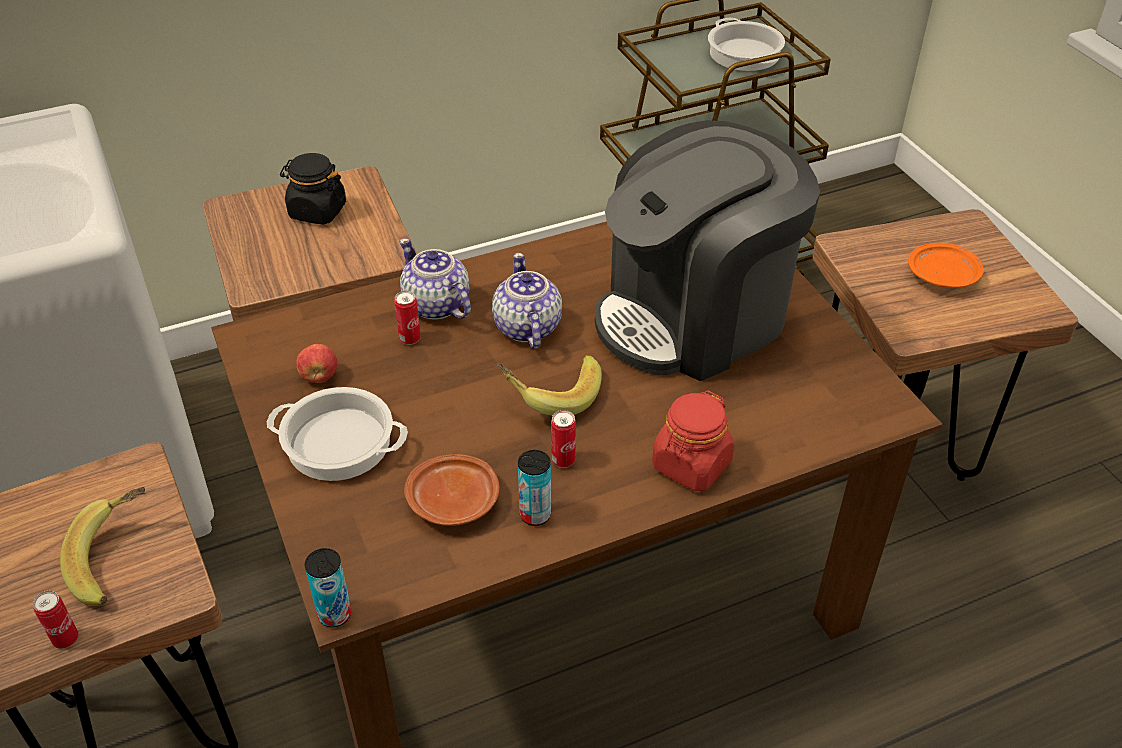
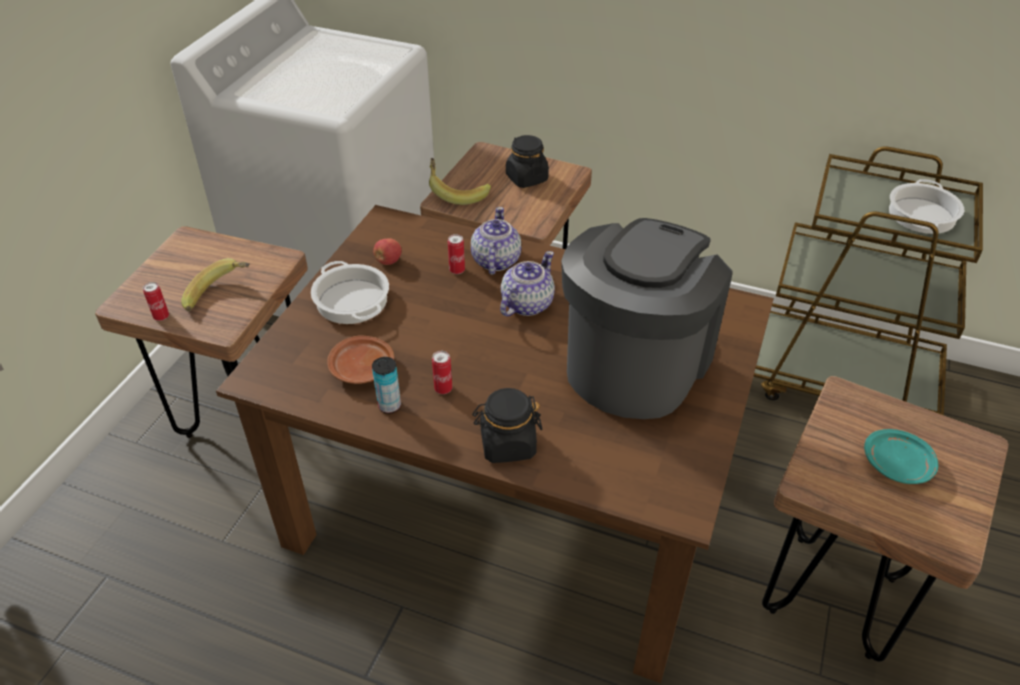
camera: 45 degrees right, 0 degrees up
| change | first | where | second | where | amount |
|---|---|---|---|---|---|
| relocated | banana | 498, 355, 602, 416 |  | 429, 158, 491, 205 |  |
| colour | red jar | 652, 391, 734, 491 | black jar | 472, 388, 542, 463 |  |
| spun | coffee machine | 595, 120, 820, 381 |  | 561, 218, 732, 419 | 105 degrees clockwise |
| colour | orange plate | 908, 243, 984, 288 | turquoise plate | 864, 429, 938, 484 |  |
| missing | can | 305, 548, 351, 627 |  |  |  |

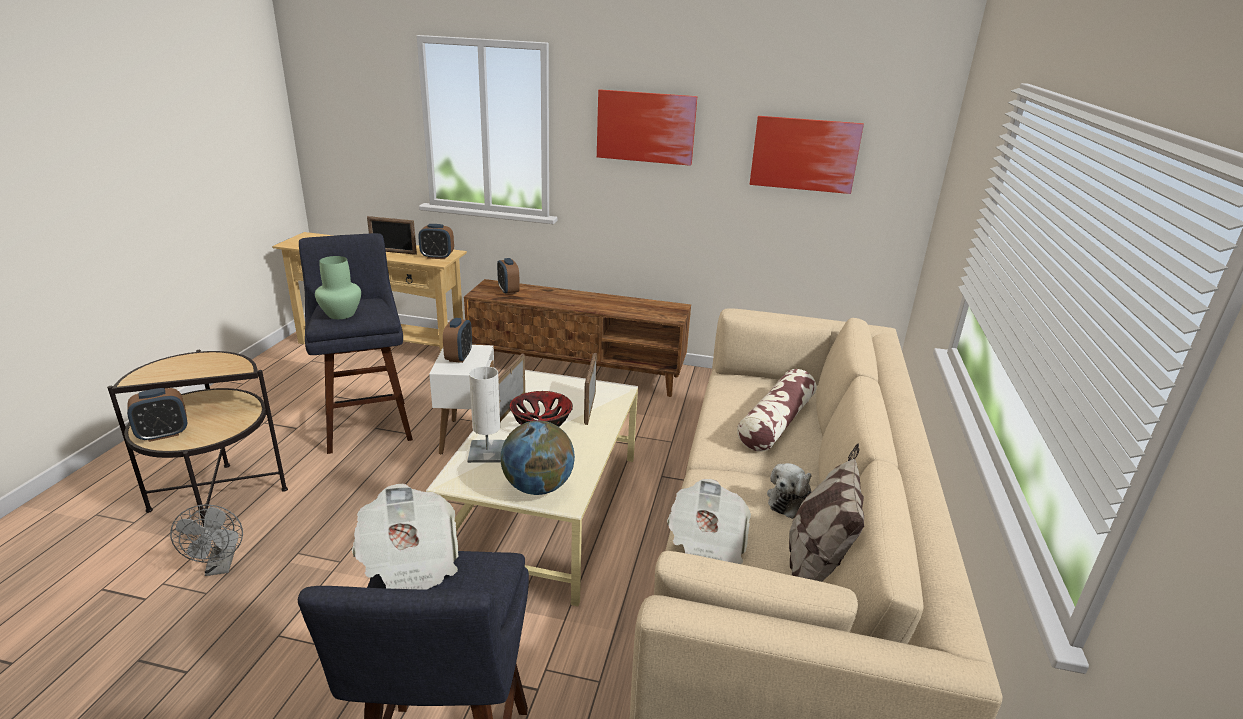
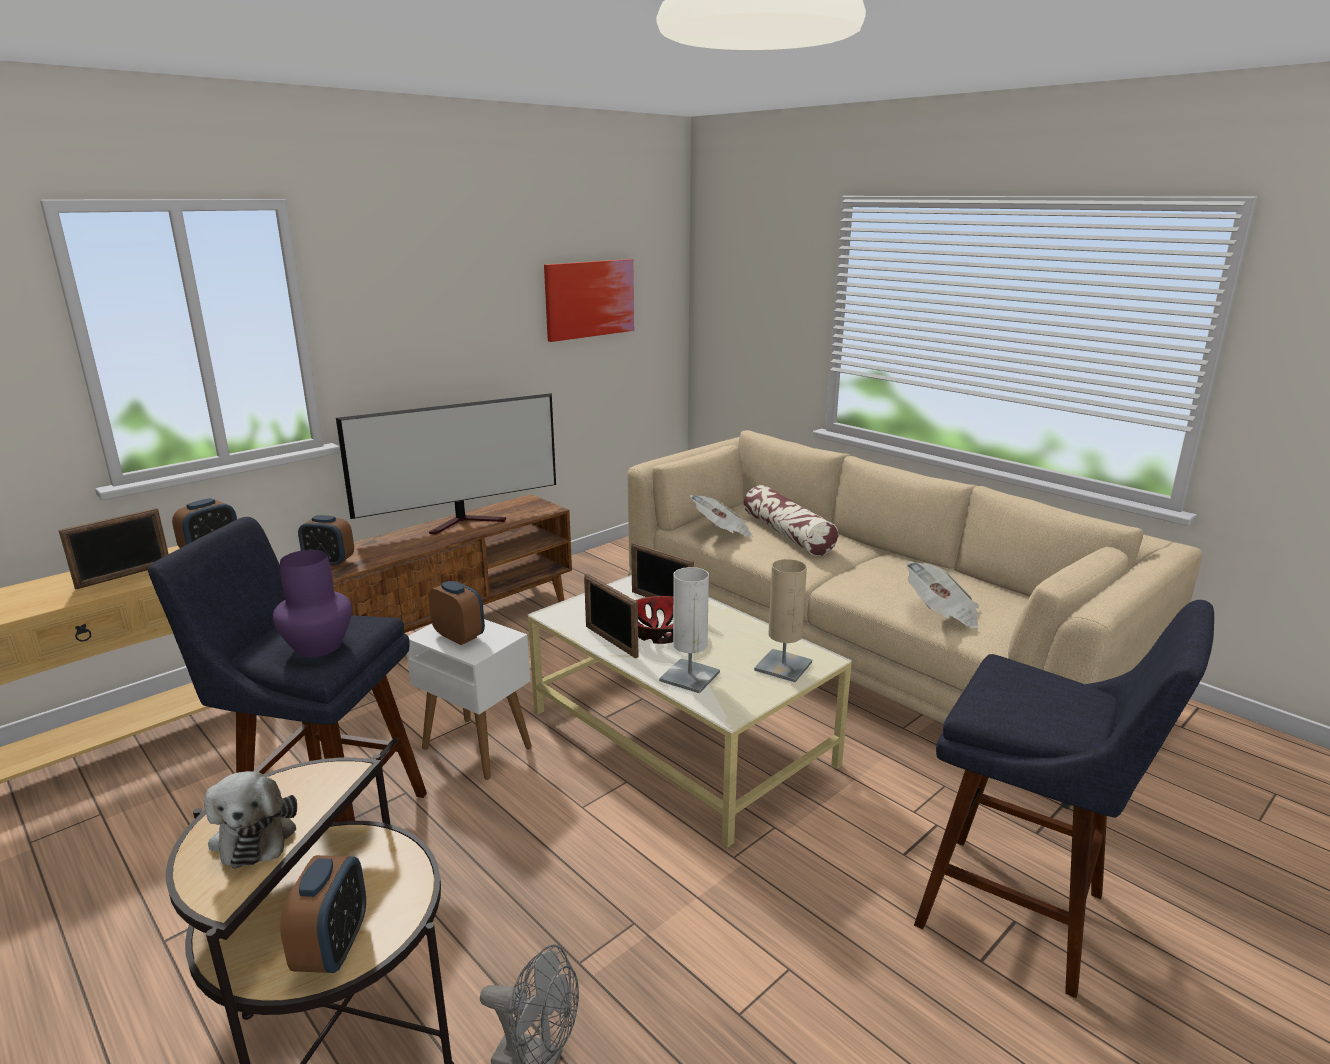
camera: 55 degrees left, 5 degrees down
| change | first | where | second | where | amount |
|---|---|---|---|---|---|
| relocated | plush toy | 767, 463, 812, 519 |  | 204, 771, 297, 868 |  |
| colour | green vase | 315, 256, 361, 319 | purple vase | 273, 550, 352, 657 |  |
| appeared |  |  | television | 336, 393, 556, 535 |  |
| relocated | newspaper | 352, 484, 458, 590 |  | 690, 495, 753, 537 |  |
| exchanged | globe | 501, 421, 575, 495 | beige table lamp | 754, 559, 812, 682 |  |
| missing | picture | 597, 89, 697, 166 |  |  |  |
| missing | pillow | 789, 444, 864, 582 |  |  |  |

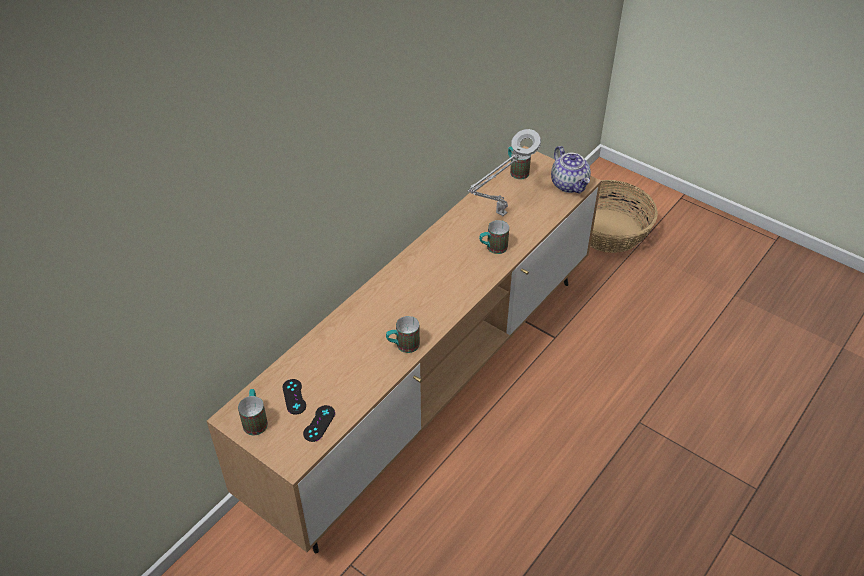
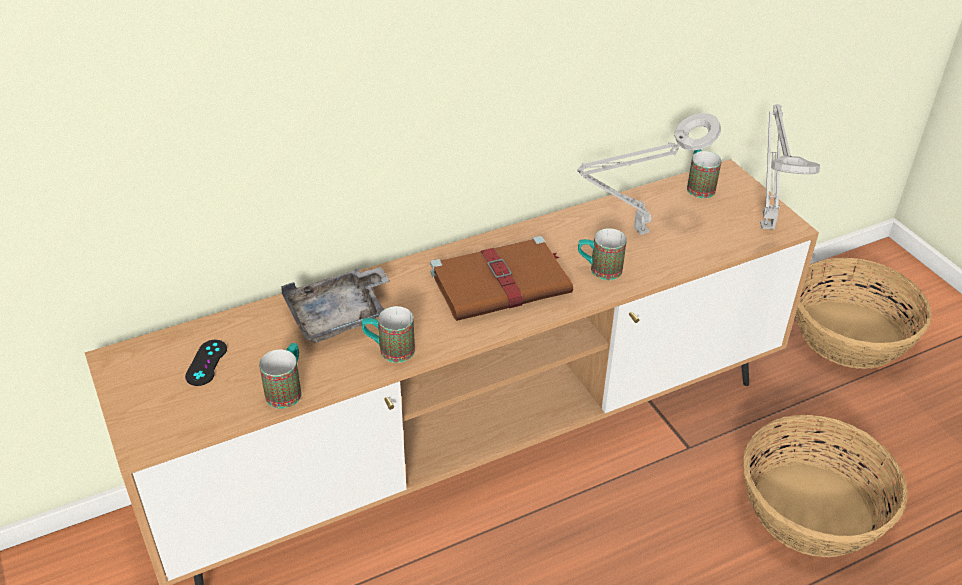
camera: 25 degrees right, 5 degrees down
| change | first | where | second | where | amount |
|---|---|---|---|---|---|
| relocated | mug | 238, 389, 268, 435 |  | 259, 343, 301, 409 |  |
| appeared |  |  | grey tray | 281, 267, 390, 343 |  |
| appeared |  |  | brown book | 430, 236, 573, 321 |  |
| appeared |  |  | basket | 743, 415, 907, 557 |  |
| exchanged | teapot | 551, 146, 591, 194 | grey table lamp | 760, 104, 820, 229 |  |
| missing | black game controller | 303, 405, 335, 442 |  |  |  |

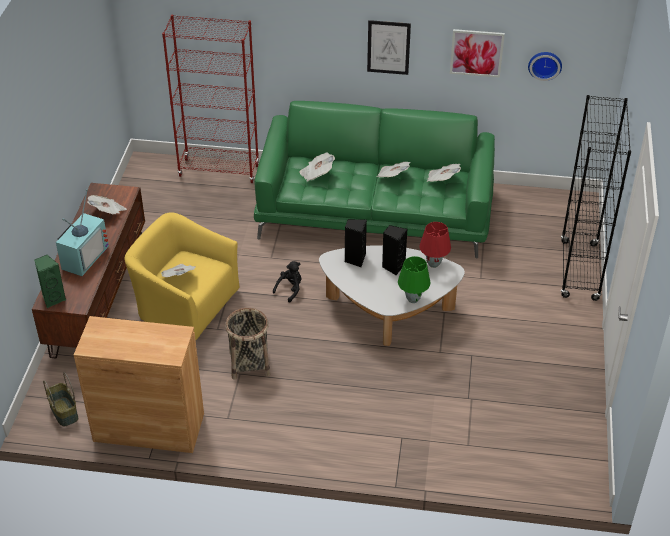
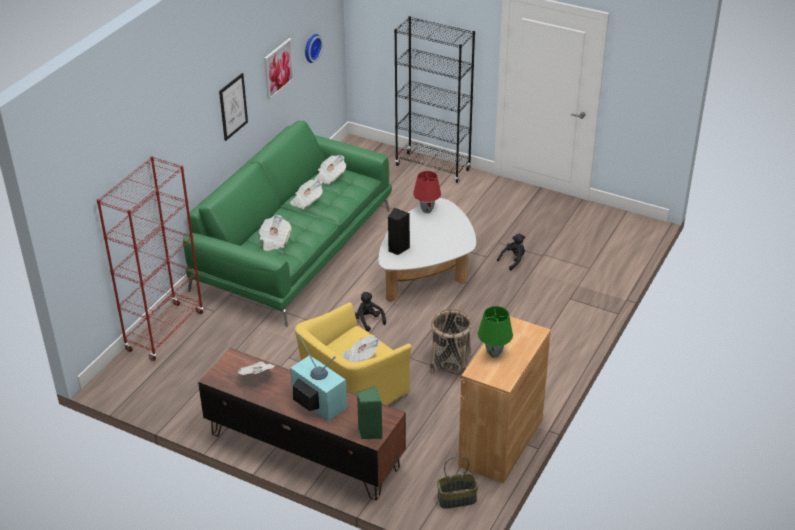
camera: 70 degrees left, 5 degrees down
| change | first | where | second | where | amount |
|---|---|---|---|---|---|
| relocated | green table lamp | 398, 256, 431, 303 |  | 478, 306, 513, 358 |  |
| appeared |  |  | black plush toy | 497, 234, 525, 271 |  |
| missing | black speaker | 382, 225, 407, 276 |  |  |  |

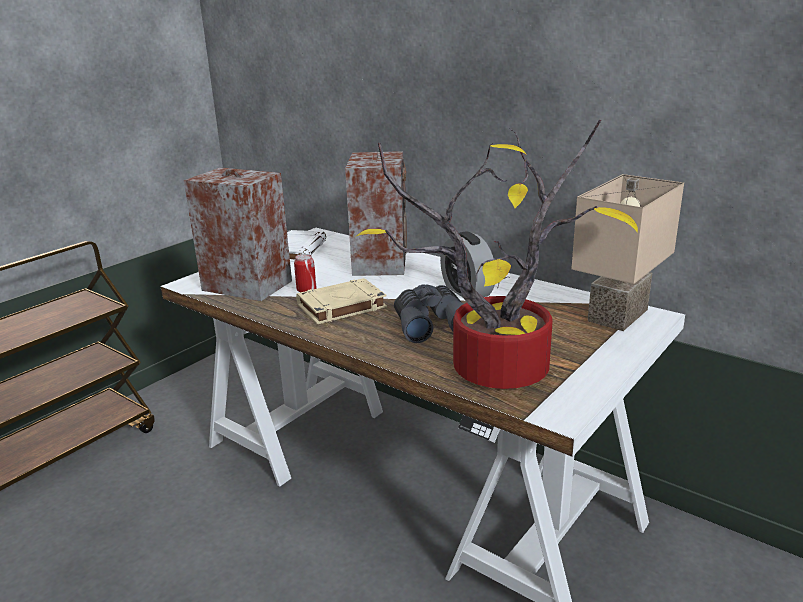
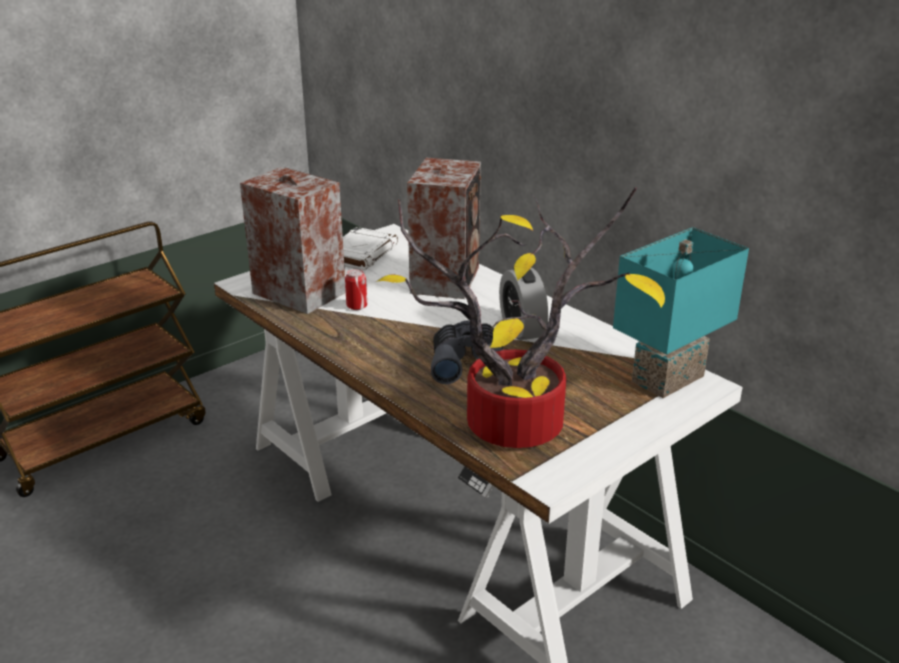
camera: 10 degrees right, 5 degrees up
| change | first | where | second | where | amount |
|---|---|---|---|---|---|
| colour | beige table lamp | 571, 174, 684, 331 | turquoise table lamp | 613, 227, 749, 398 |  |
| missing | beige book | 296, 278, 387, 324 |  |  |  |

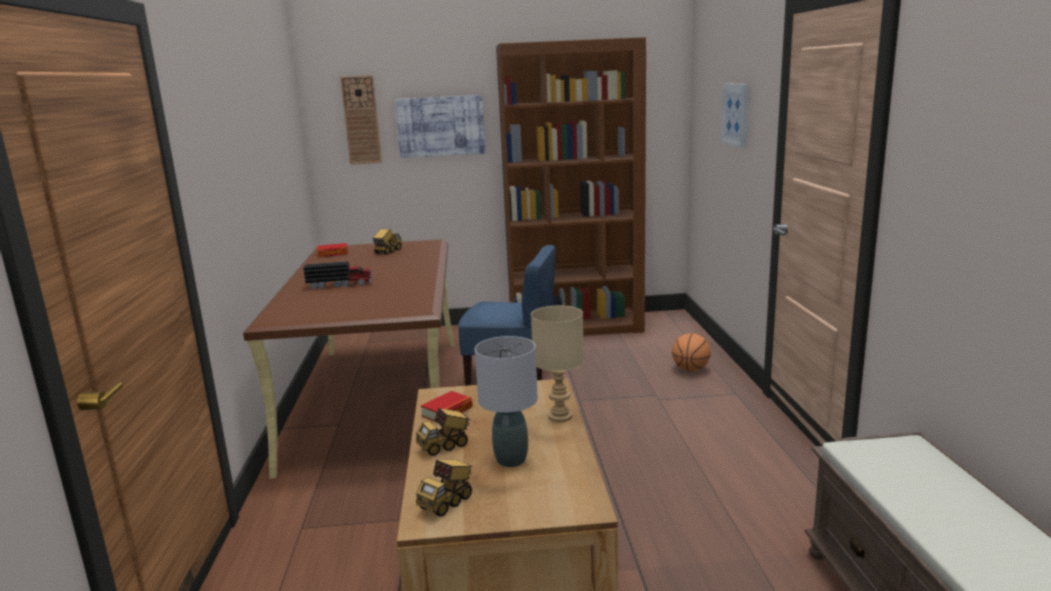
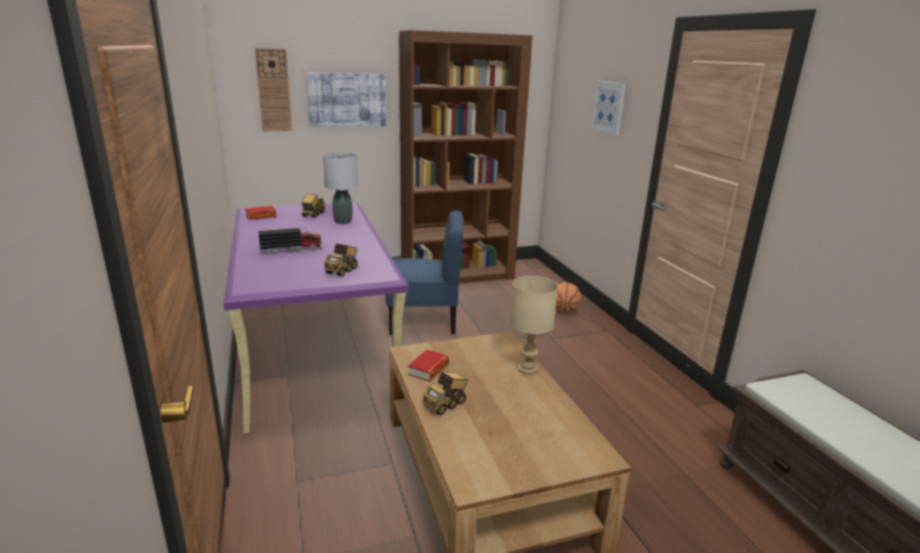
camera: 15 degrees left, 5 degrees up
| change | first | where | second | where | amount |
|---|---|---|---|---|---|
| colour | brown desk | 243, 239, 455, 479 | purple desk | 224, 203, 409, 434 |  |
| relocated | grey table lamp | 475, 336, 538, 467 |  | 323, 152, 358, 224 |  |
| relocated | toy truck | 416, 460, 472, 517 |  | 324, 244, 358, 276 |  |

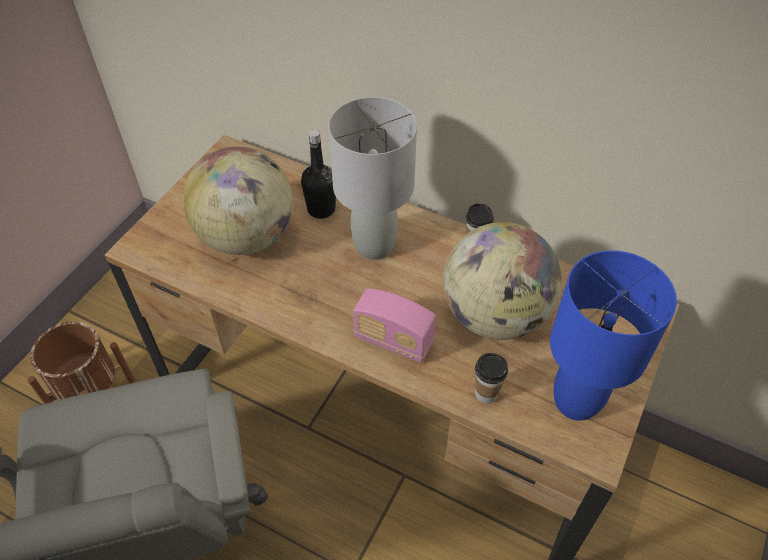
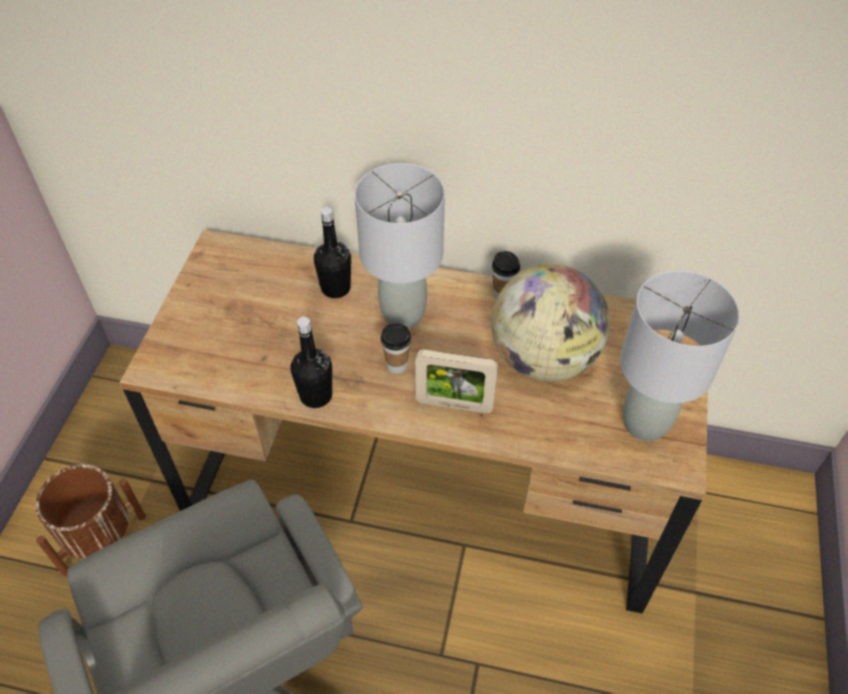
camera: 15 degrees left, 0 degrees up
| change | first | where | second | where | amount |
|---|---|---|---|---|---|
| appeared |  |  | black bottle | 291, 317, 332, 408 |  |
| relocated | cup | 475, 353, 508, 404 |  | 381, 323, 411, 374 |  |
| exchanged | radio | 353, 288, 436, 363 | picture frame | 415, 350, 498, 413 |  |
| colour | blue table lamp | 550, 250, 677, 421 | grey table lamp | 620, 270, 740, 441 |  |
| missing | globe | 183, 147, 293, 255 |  |  |  |

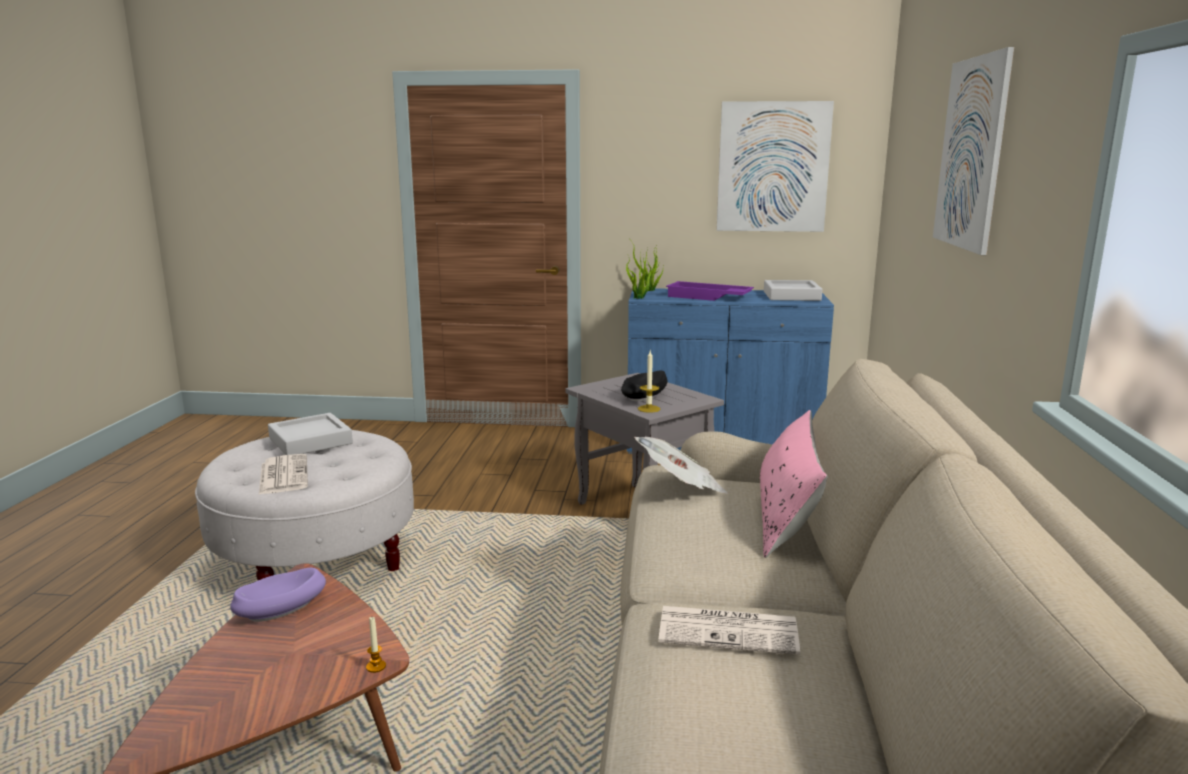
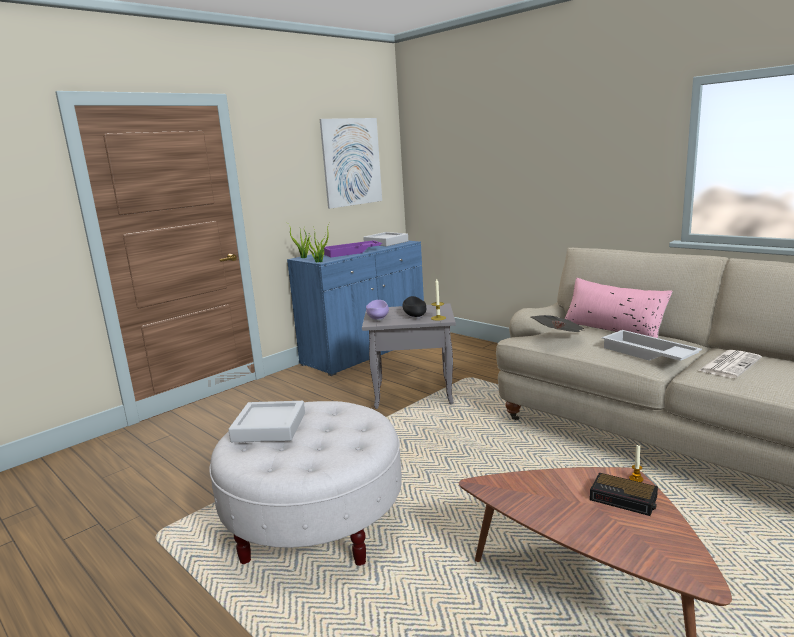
camera: 50 degrees left, 0 degrees up
| change | first | where | second | where | amount |
|---|---|---|---|---|---|
| relocated | purple bowl | 230, 568, 326, 622 |  | 366, 300, 389, 321 |  |
| appeared |  |  | alarm clock | 590, 473, 658, 516 |  |
| appeared |  |  | white tray | 602, 330, 702, 361 |  |
| missing | newspaper | 259, 454, 308, 494 |  |  |  |
| missing | picture | 933, 47, 1014, 255 |  |  |  |

